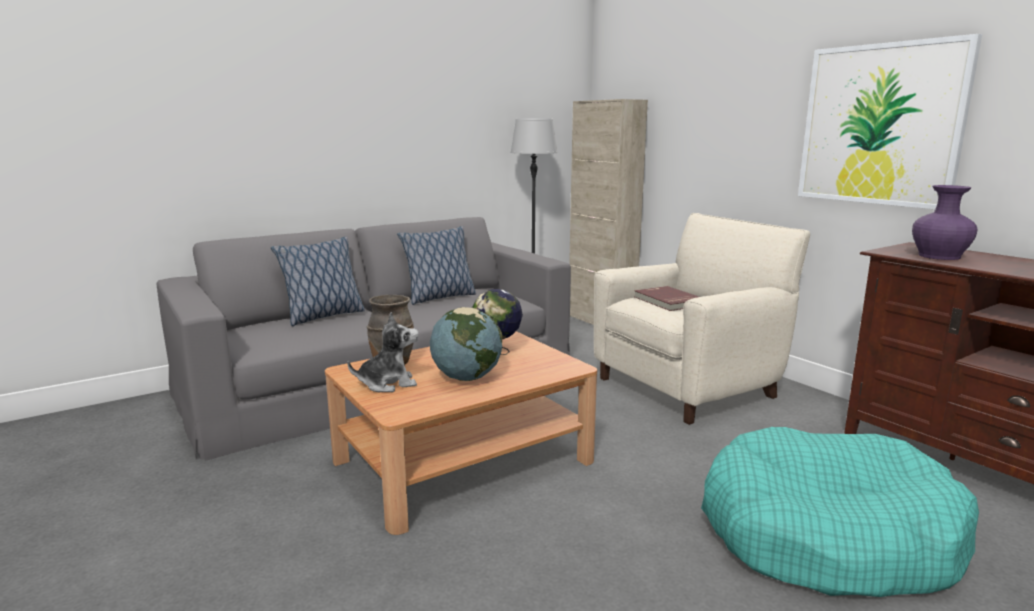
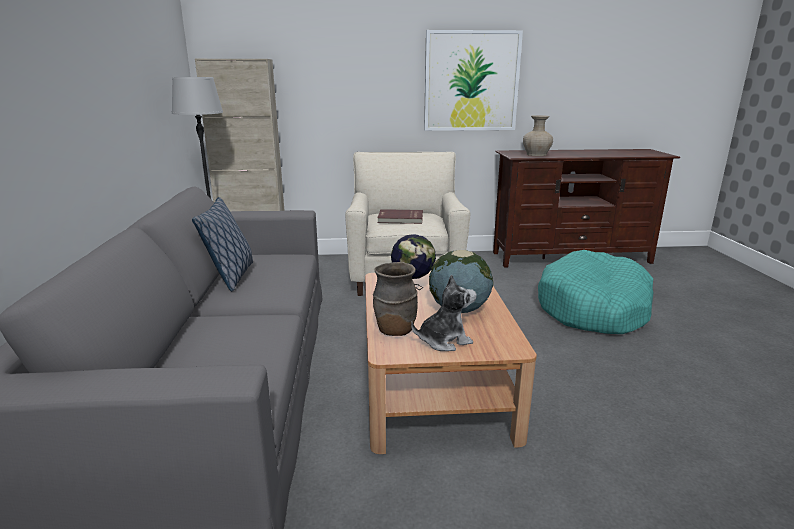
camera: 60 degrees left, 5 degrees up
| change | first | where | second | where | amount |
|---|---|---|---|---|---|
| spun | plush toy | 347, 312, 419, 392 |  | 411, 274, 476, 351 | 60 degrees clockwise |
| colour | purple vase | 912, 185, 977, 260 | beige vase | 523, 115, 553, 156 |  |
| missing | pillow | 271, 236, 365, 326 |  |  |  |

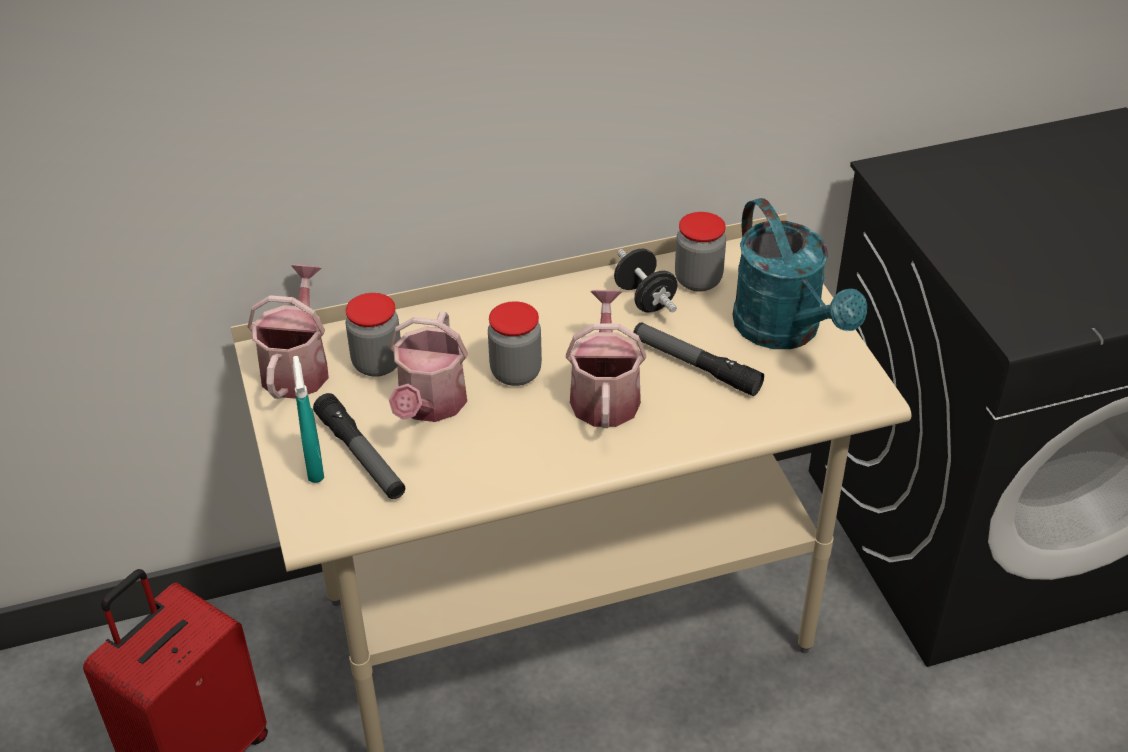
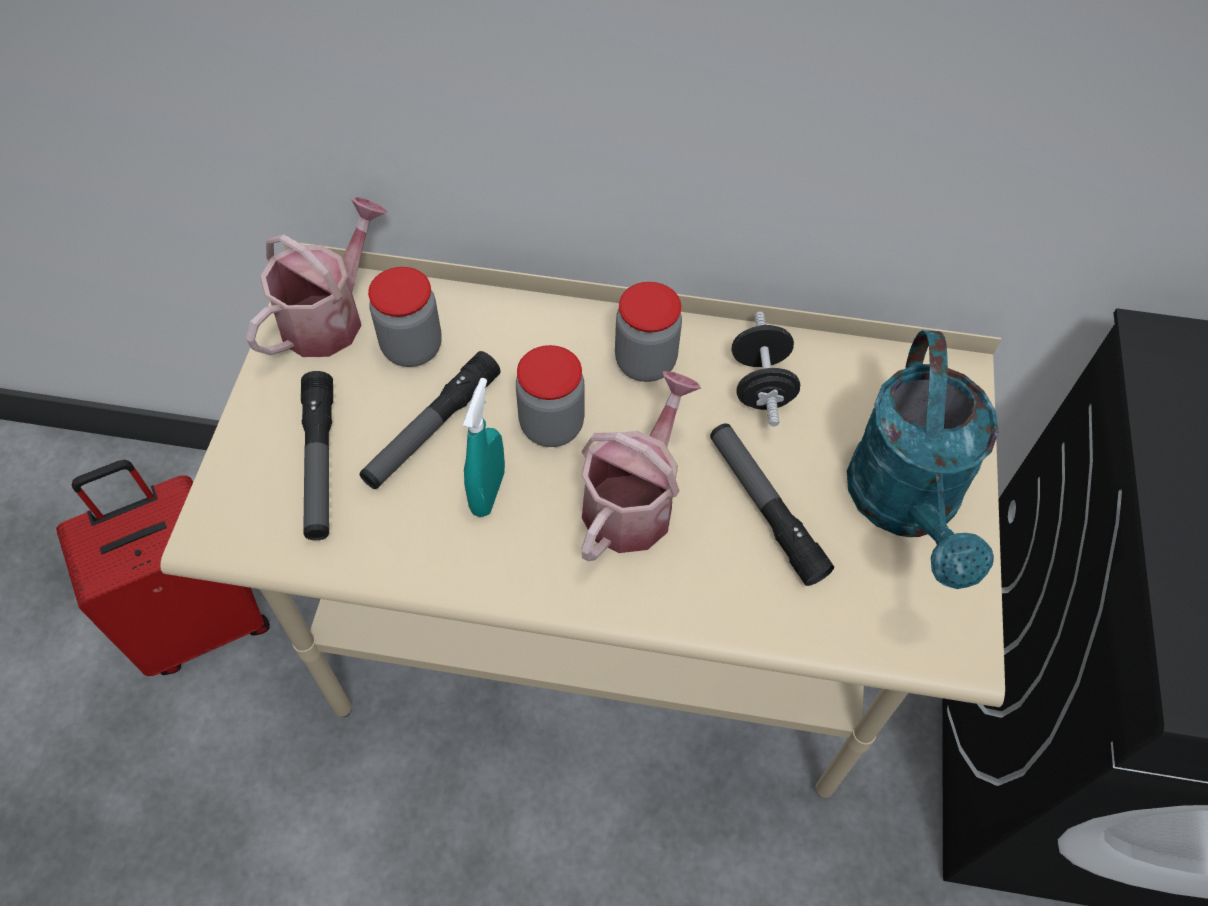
camera: 25 degrees right, 15 degrees up
| change | first | where | second | where | amount |
|---|---|---|---|---|---|
| exchanged | watering can | 389, 311, 468, 422 | flashlight | 360, 351, 501, 489 |  |
| relocated | turquoise spray bottle | 293, 356, 324, 483 |  | 463, 378, 505, 517 |  |
| relocated | jar | 675, 212, 726, 292 |  | 615, 282, 682, 382 |  |

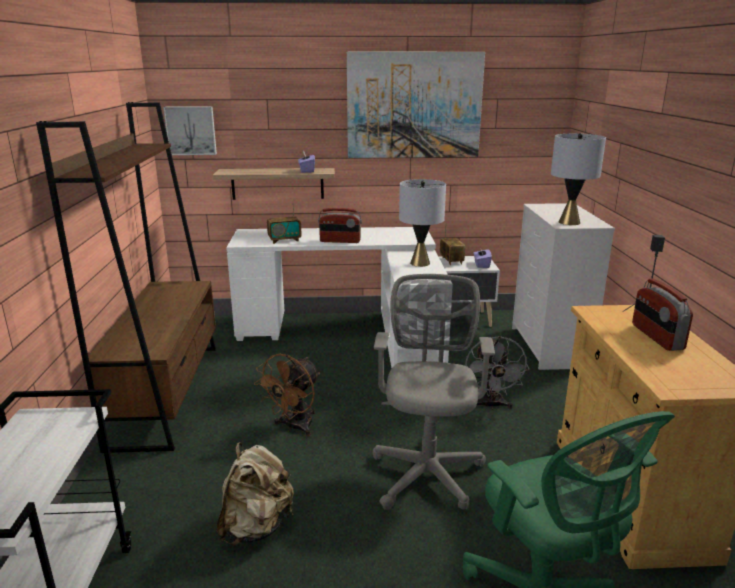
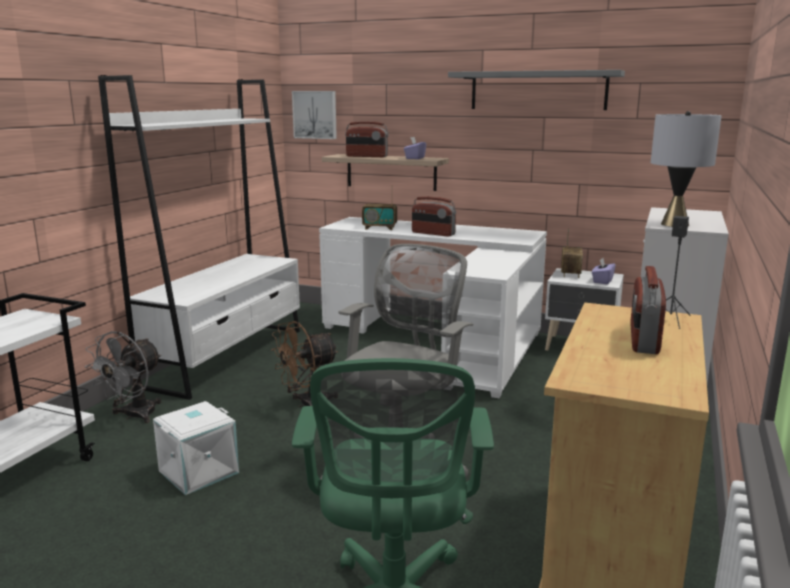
camera: 25 degrees right, 5 degrees down
| change | first | where | second | where | amount |
|---|---|---|---|---|---|
| relocated | grey fan | 465, 336, 529, 410 |  | 85, 331, 161, 423 |  |
| colour | brown bookcase | 36, 102, 216, 453 | white bookcase | 98, 75, 300, 400 |  |
| exchanged | beige backpack | 216, 442, 294, 546 | white storage box | 153, 401, 239, 495 |  |
| appeared |  |  | radio | 345, 121, 389, 157 |  |
| exchanged | picture | 347, 52, 485, 158 | grey shelf | 448, 70, 625, 110 |  |
| missing | grey table lamp | 399, 179, 446, 267 |  |  |  |

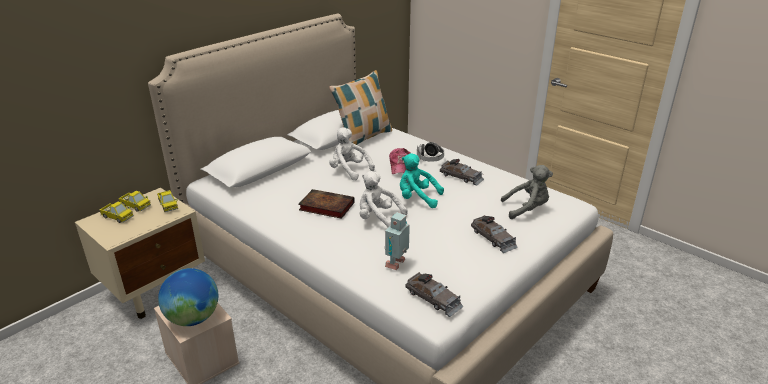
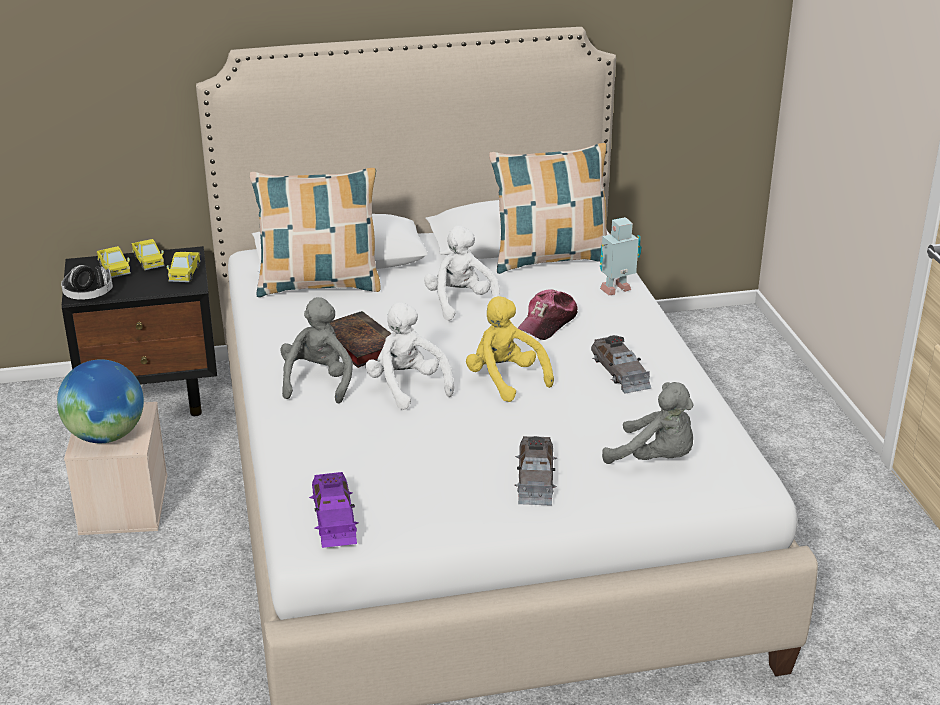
camera: 35 degrees right, 0 degrees up
| change | first | where | second | where | amount |
|---|---|---|---|---|---|
| relocated | headphones | 417, 142, 444, 162 |  | 61, 265, 113, 300 |  |
| colour | beige nightstand | 75, 188, 205, 319 | black nightstand | 62, 246, 217, 416 |  |
| appeared |  |  | pillow | 250, 168, 380, 297 |  |
| appeared |  |  | grey plush toy | 280, 297, 353, 404 |  |
| colour | grey toy car | 405, 272, 463, 317 | purple toy car | 309, 472, 358, 548 |  |
| colour | turquoise plush toy | 400, 153, 444, 208 | yellow plush toy | 466, 296, 554, 402 |  |
| relocated | toy robot | 385, 212, 410, 270 |  | 600, 217, 641, 295 |  |

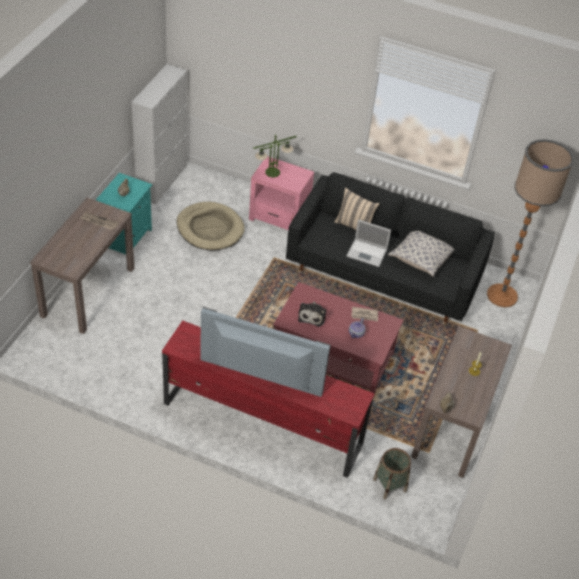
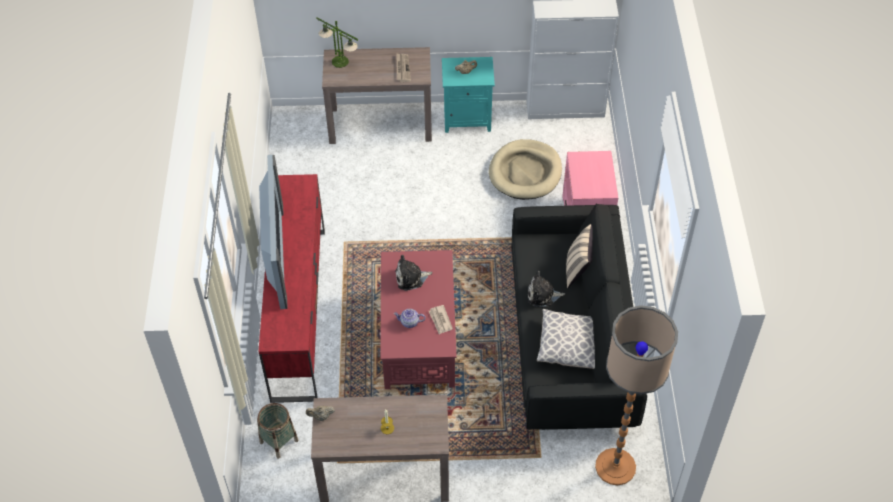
camera: 70 degrees right, 5 degrees up
| change | first | where | second | where | amount |
|---|---|---|---|---|---|
| relocated | table lamp | 253, 135, 297, 178 |  | 316, 17, 358, 68 |  |
| exchanged | laptop | 346, 220, 391, 267 | plush toy | 528, 270, 565, 307 |  |

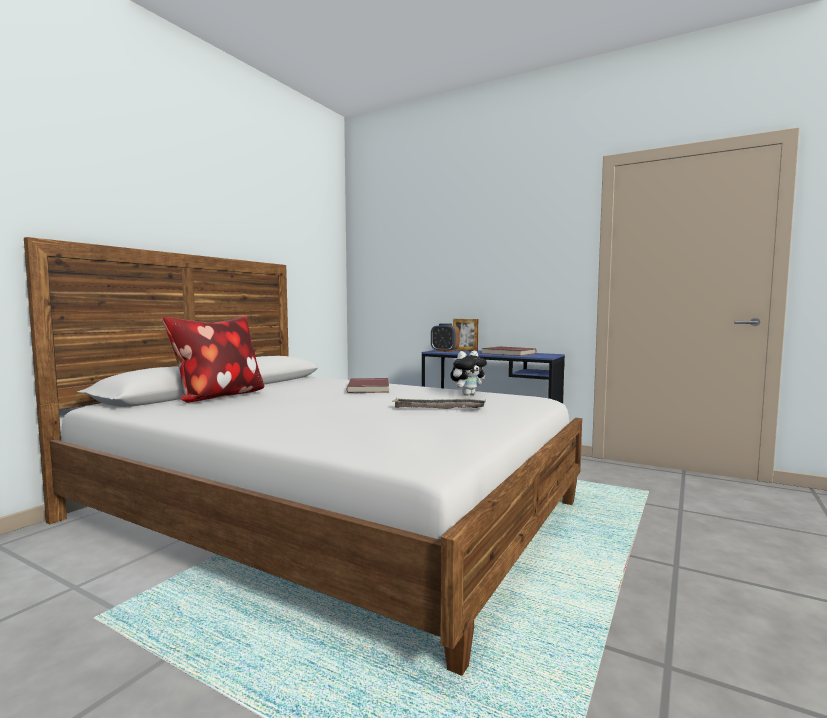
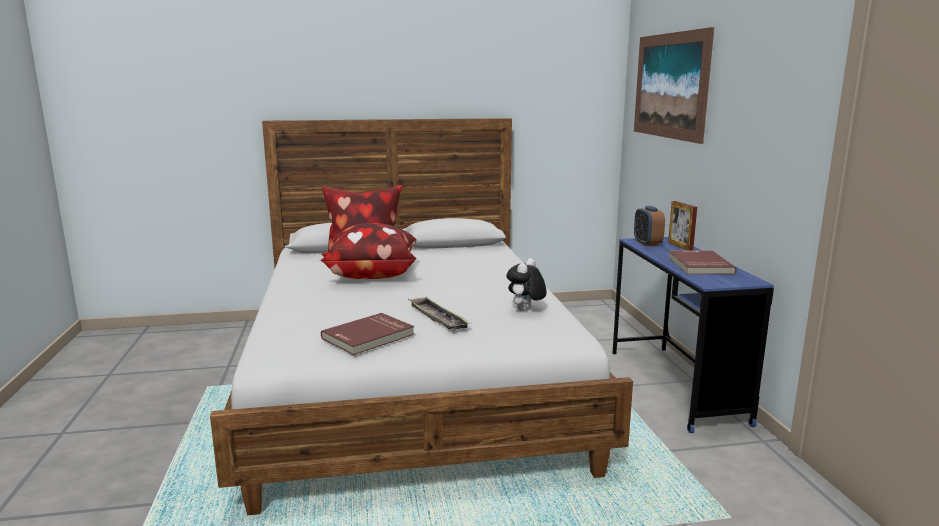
camera: 50 degrees right, 10 degrees up
| change | first | where | second | where | amount |
|---|---|---|---|---|---|
| appeared |  |  | pillow | 320, 223, 417, 279 |  |
| relocated | red book | 347, 378, 389, 393 |  | 321, 313, 414, 355 |  |
| spun | plush toy | 450, 351, 487, 396 |  | 506, 258, 547, 311 | 105 degrees clockwise |
| appeared |  |  | picture | 634, 27, 714, 144 |  |

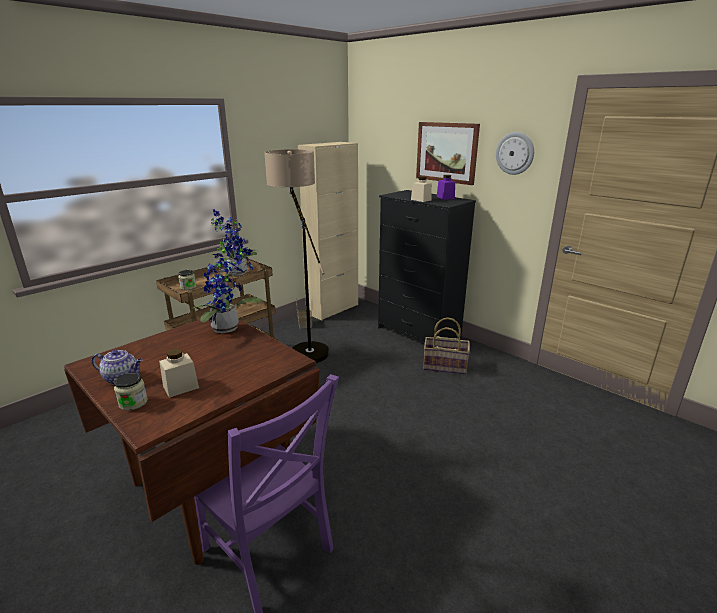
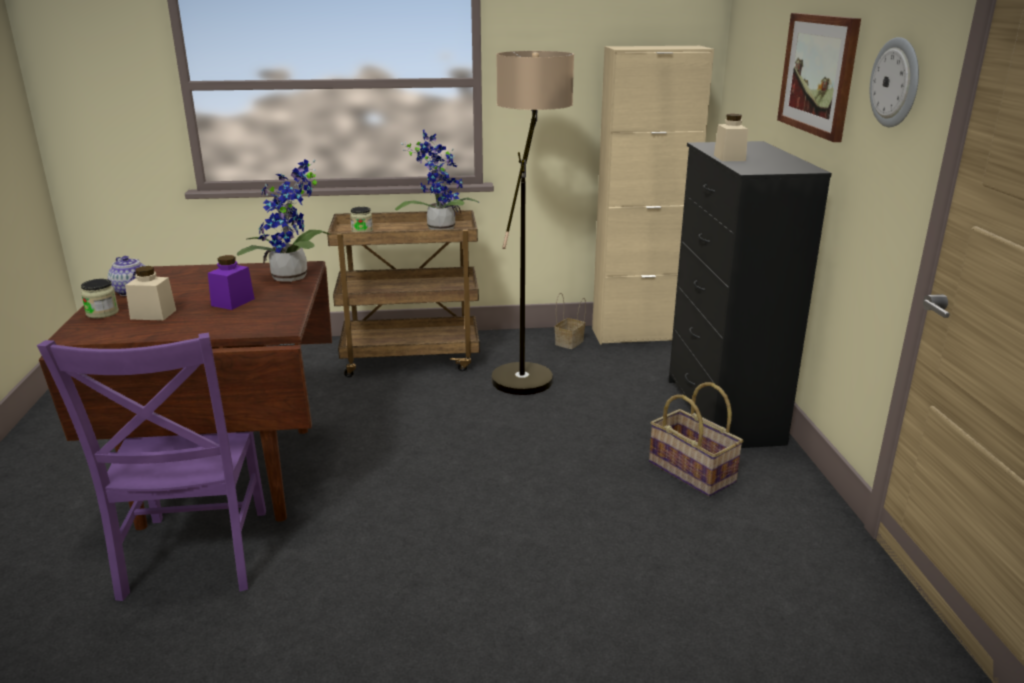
camera: 40 degrees right, 0 degrees up
| change | first | where | second | where | amount |
|---|---|---|---|---|---|
| relocated | purple jar | 437, 175, 455, 200 |  | 208, 255, 255, 310 |  |

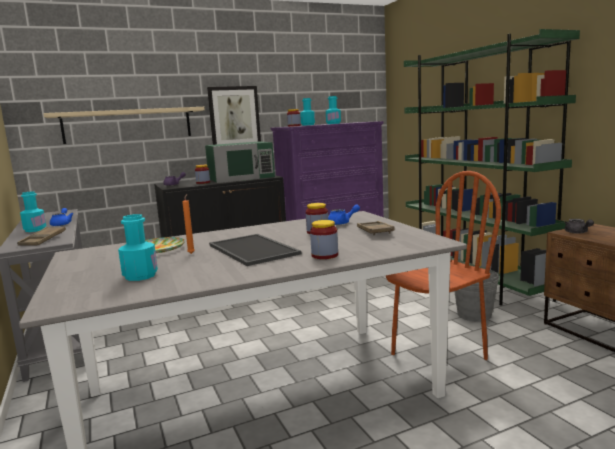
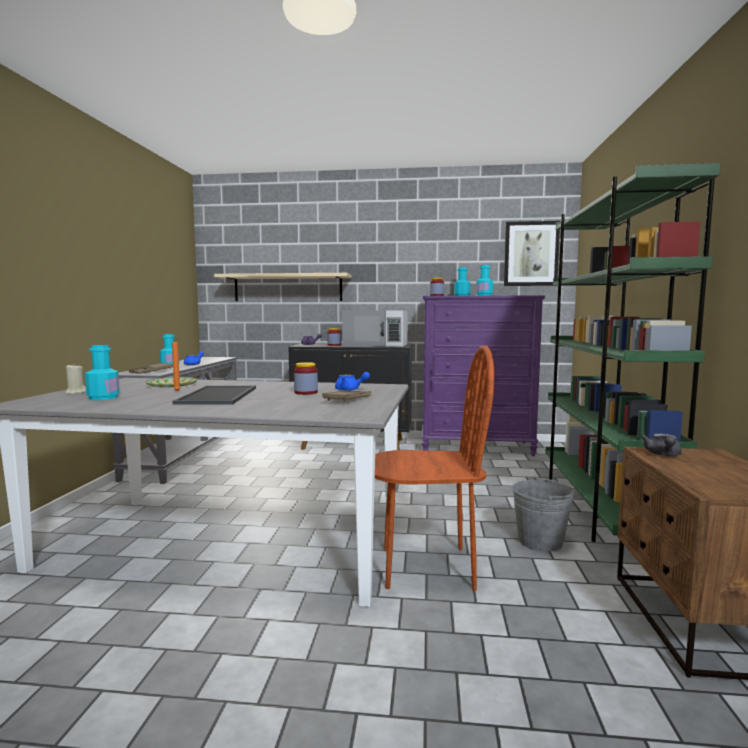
camera: 30 degrees right, 5 degrees down
| change | first | where | second | where | amount |
|---|---|---|---|---|---|
| appeared |  |  | beige candle | 65, 363, 86, 394 |  |
| colour | green microwave | 205, 141, 275, 183 | white microwave | 342, 311, 408, 347 |  |
| relocated | picture | 207, 86, 261, 145 |  | 504, 221, 560, 286 |  |
| missing | jar | 310, 220, 338, 259 |  |  |  |

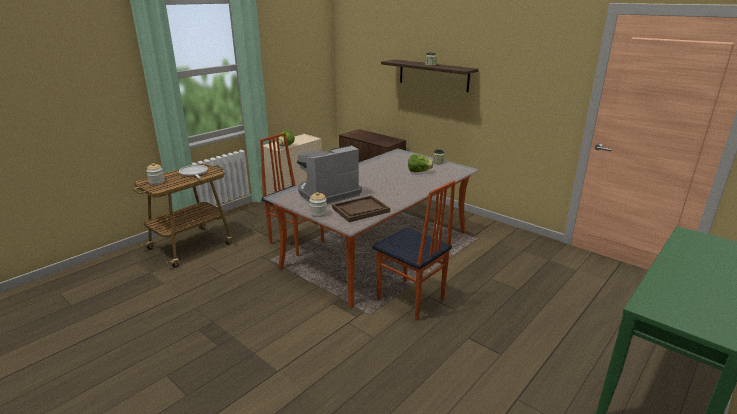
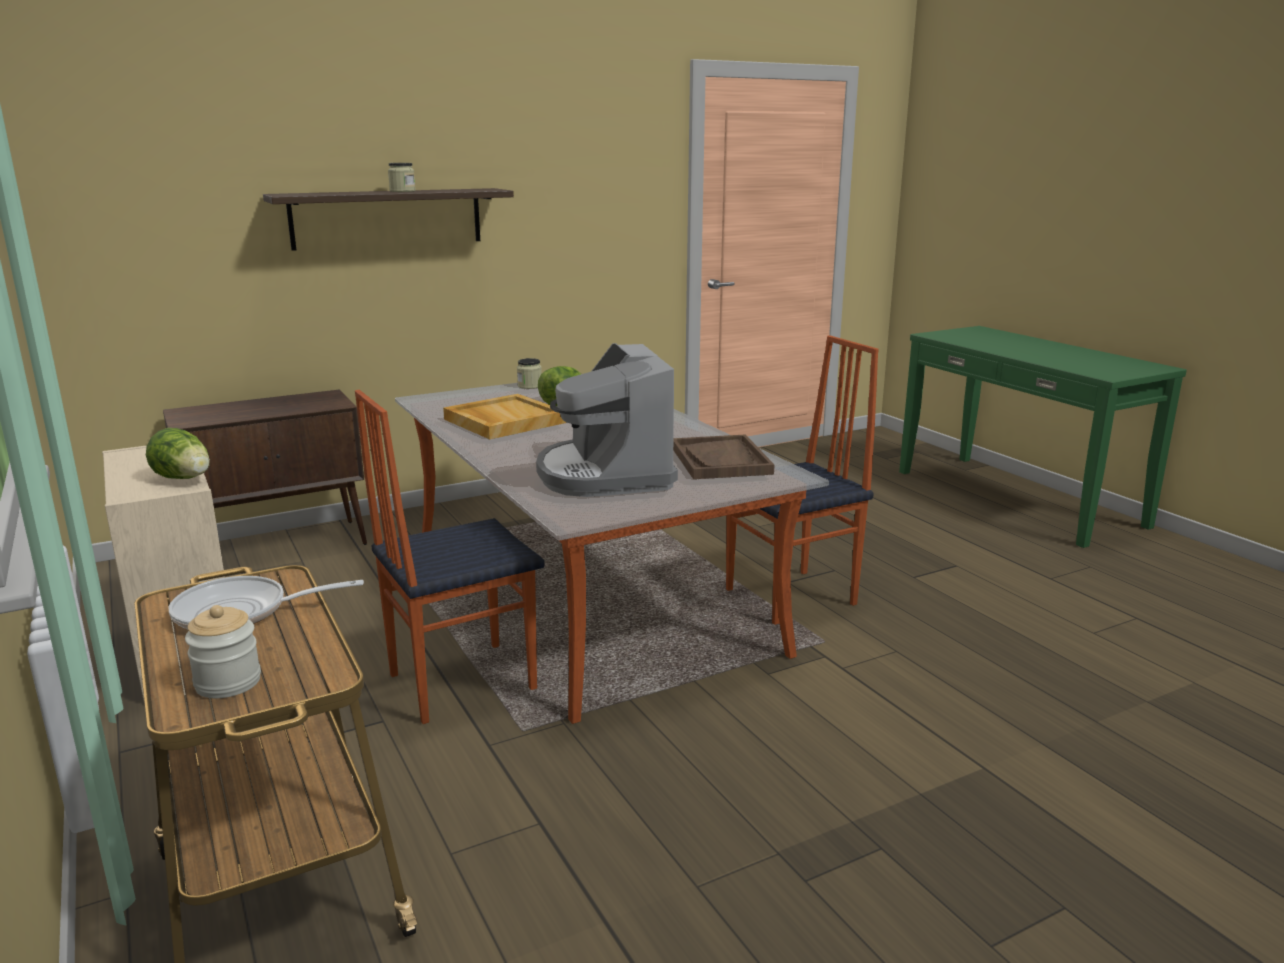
camera: 70 degrees left, 5 degrees down
| change | first | where | second | where | amount |
|---|---|---|---|---|---|
| appeared |  |  | beige tray | 443, 394, 566, 439 |  |
| missing | jar | 309, 192, 327, 217 |  |  |  |

